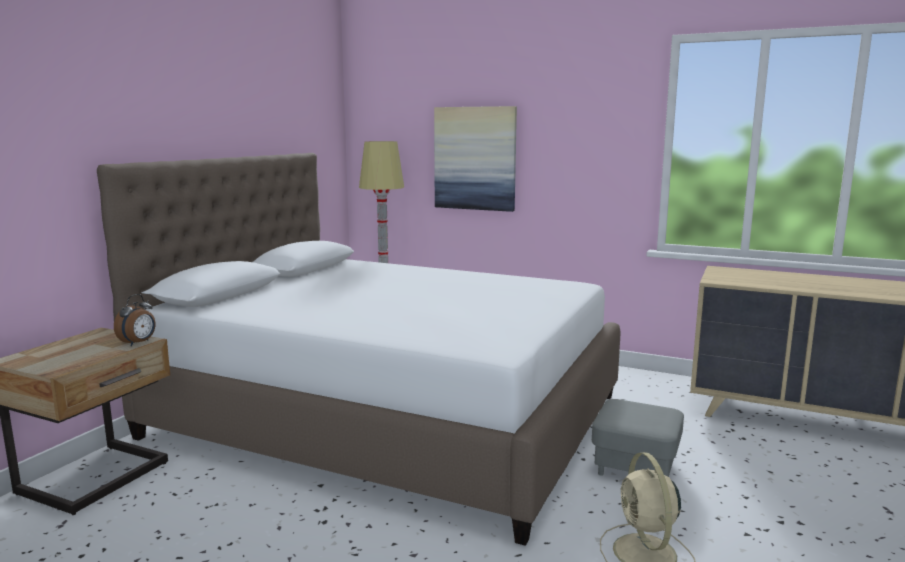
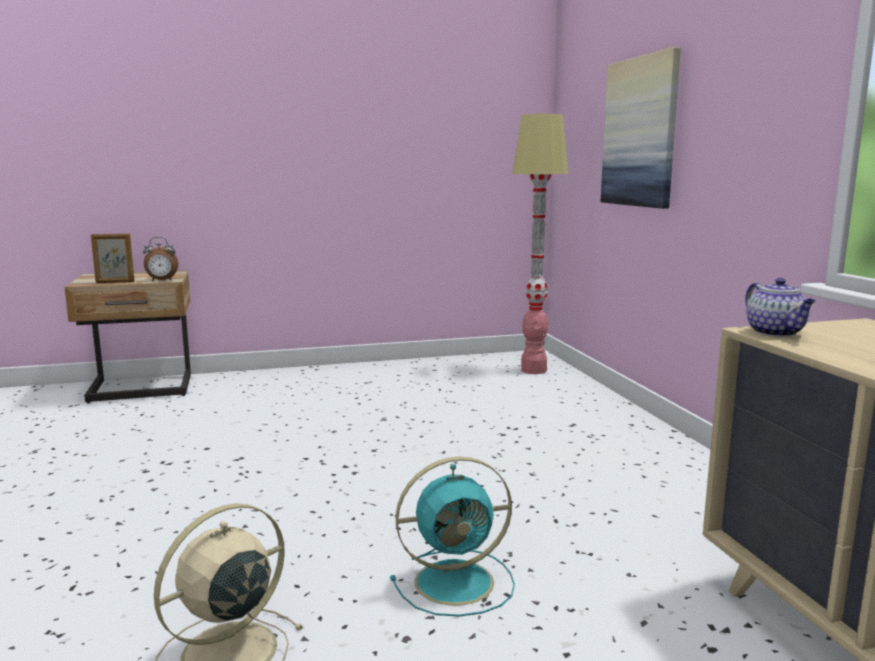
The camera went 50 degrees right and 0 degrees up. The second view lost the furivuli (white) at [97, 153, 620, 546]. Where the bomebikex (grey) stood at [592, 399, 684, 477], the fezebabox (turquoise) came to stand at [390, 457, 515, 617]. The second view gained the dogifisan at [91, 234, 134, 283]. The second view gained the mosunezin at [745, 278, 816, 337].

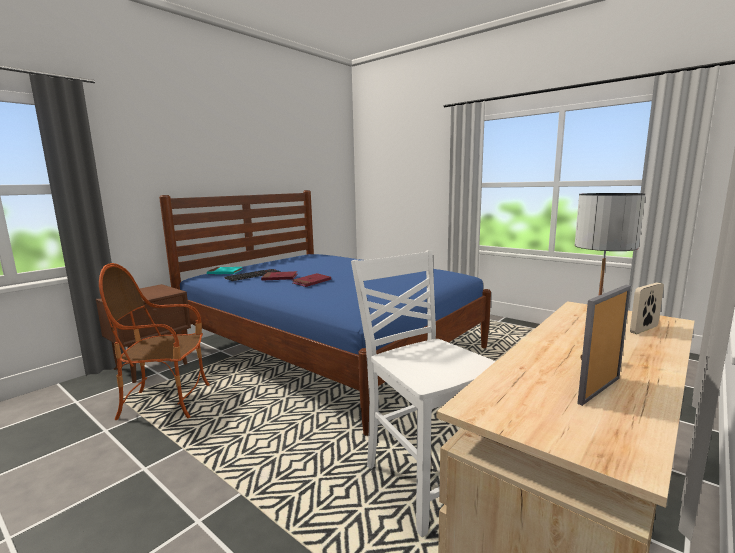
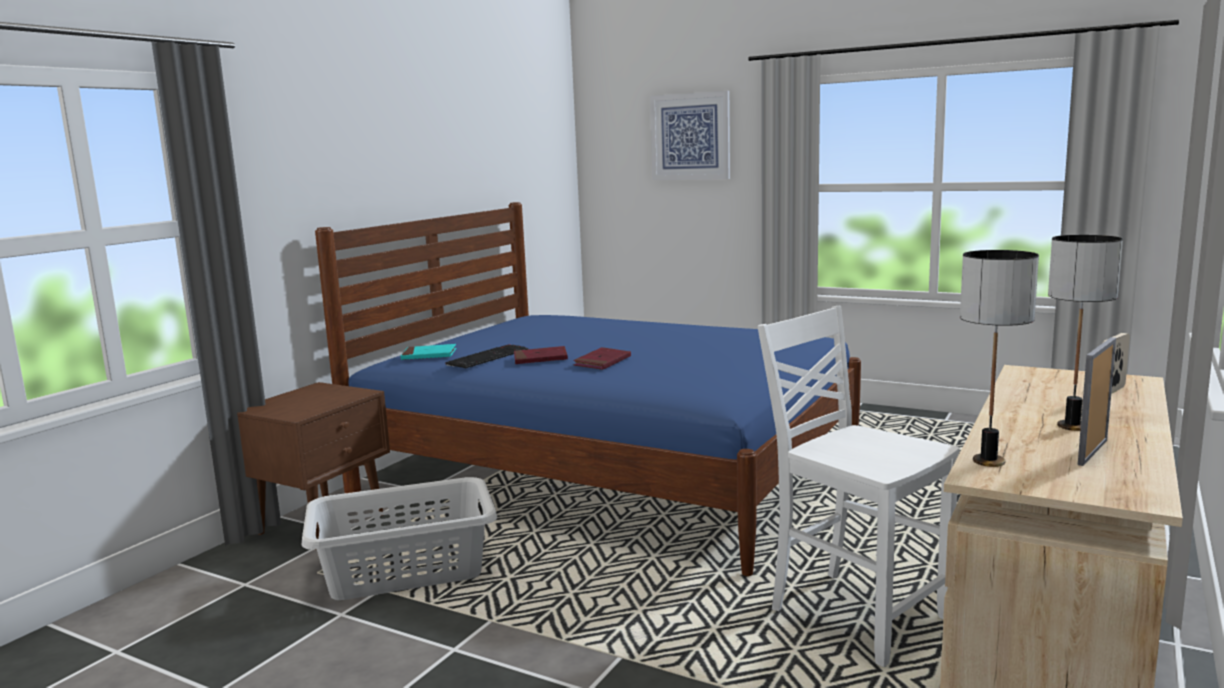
The camera went 10 degrees left and 0 degrees up. Where the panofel stood at [99, 263, 210, 420], the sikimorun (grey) came to stand at [301, 477, 497, 600]. The second view gained the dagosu at [650, 91, 730, 180]. The second view gained the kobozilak at [960, 250, 1039, 467].

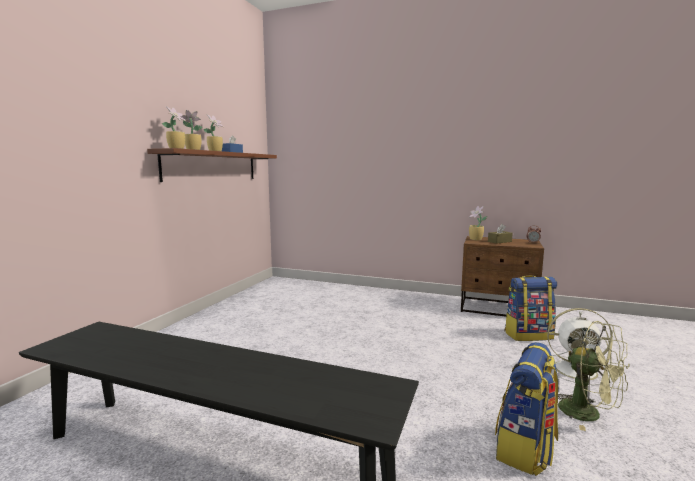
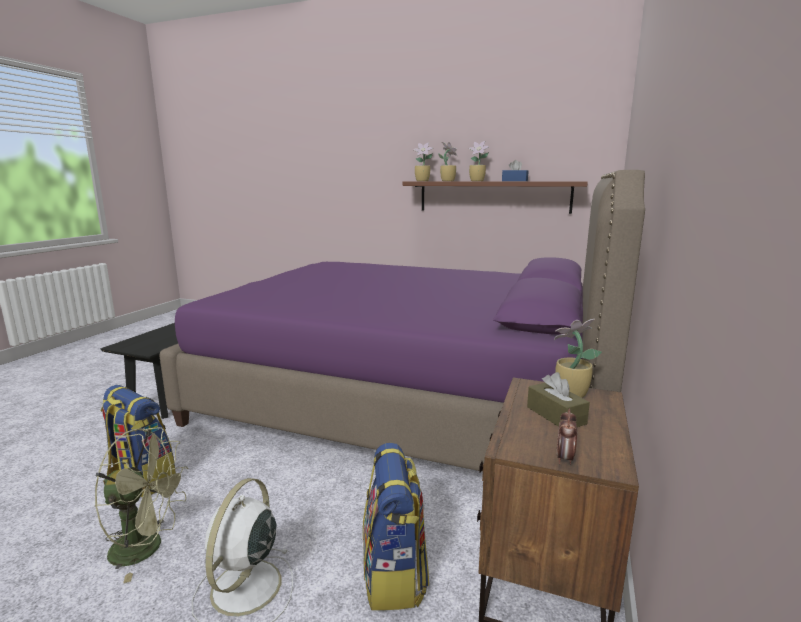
The camera went 90 degrees right and 5 degrees up. The fezebabox (green) at [558, 321, 630, 431] ended up facing another way, 135 degrees counterclockwise from before. The second view gained the furivuli (purple) at [159, 170, 645, 472].

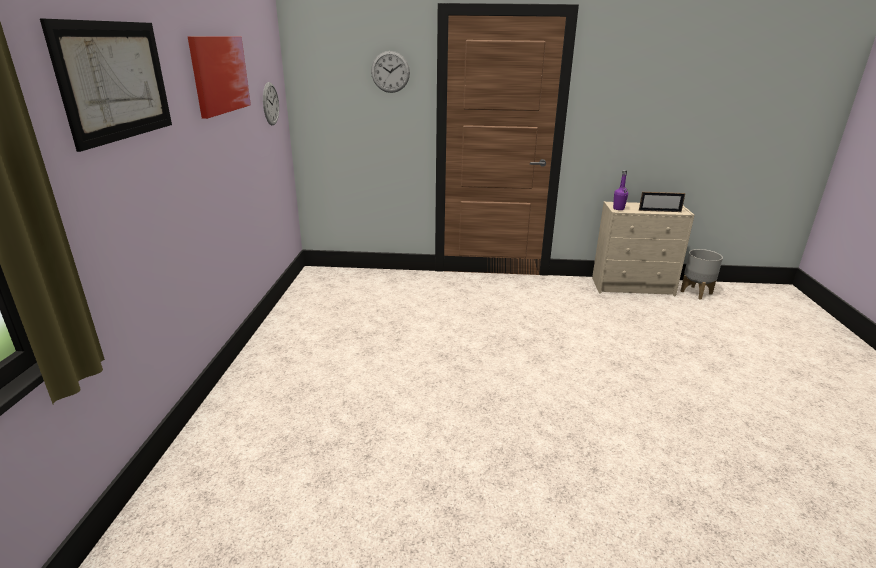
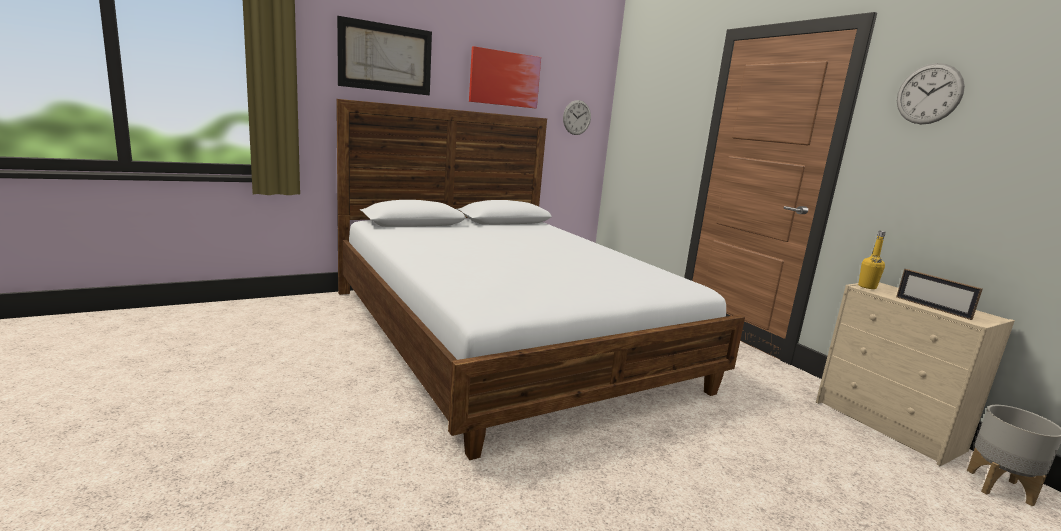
The camera went 55 degrees right and 10 degrees down. The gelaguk ended up elsewhere, having gone from [371, 51, 410, 93] to [897, 63, 965, 124]. What was the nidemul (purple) at [613, 170, 628, 210] turned into the nidemul (yellow) at [858, 231, 886, 289]. The second view gained the furivuli at [336, 99, 745, 460].

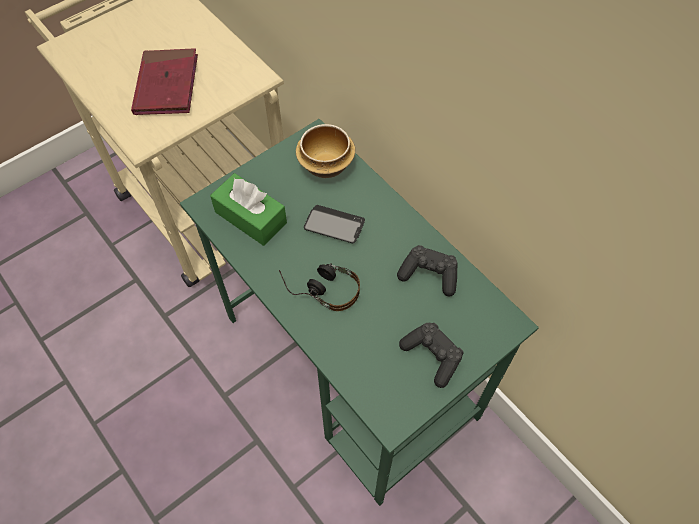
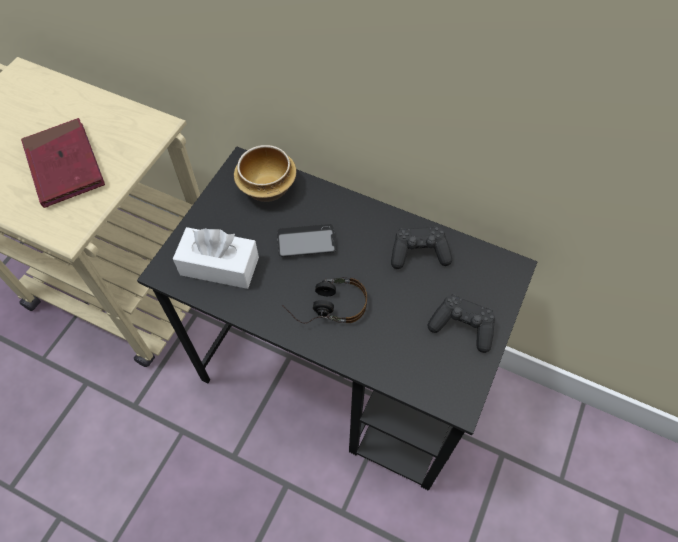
The camera went 25 degrees left and 0 degrees up. What was the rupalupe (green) at [180, 119, 539, 506] turned into the rupalupe (black) at [137, 147, 537, 491]. What was the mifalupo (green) at [210, 173, 287, 246] turned into the mifalupo (white) at [173, 227, 259, 289].

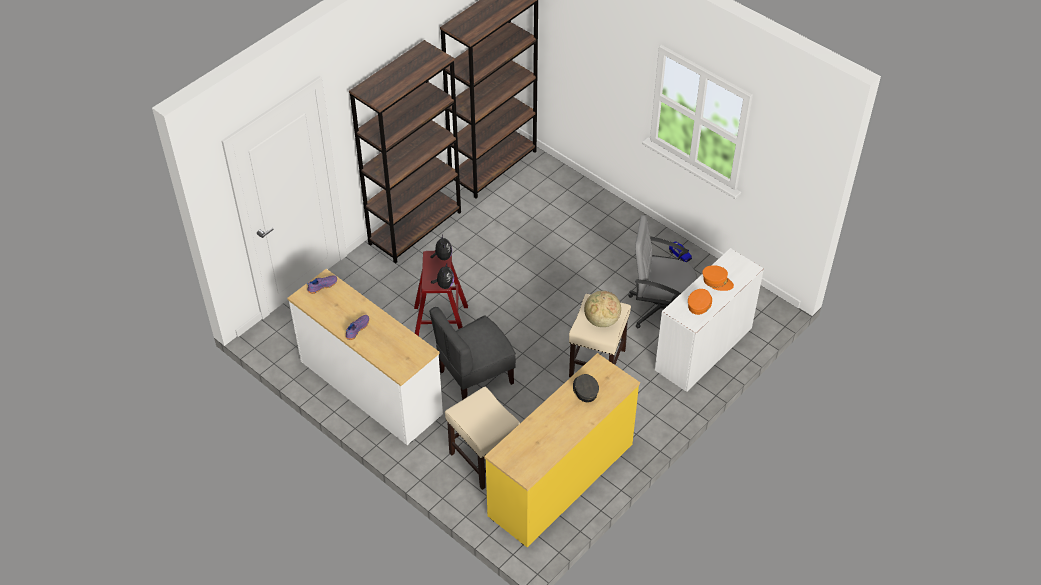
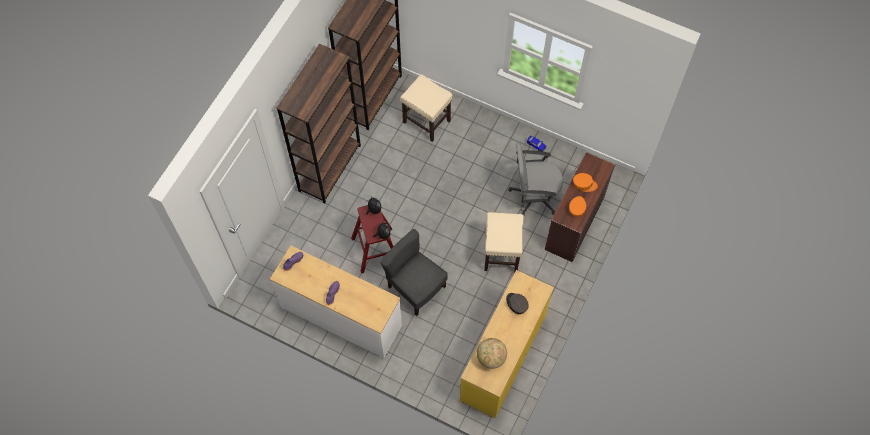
The camera went 15 degrees left and 15 degrees up. The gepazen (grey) at [429, 307, 516, 400] ended up facing another way, 90 degrees clockwise from before. The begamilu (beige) ended up elsewhere, having gone from [445, 387, 520, 490] to [400, 74, 453, 142]. The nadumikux ended up elsewhere, having gone from [584, 291, 621, 327] to [477, 338, 507, 369]. What was the rupalupe (white) at [655, 248, 764, 392] turned into the rupalupe (brown) at [545, 152, 615, 262].

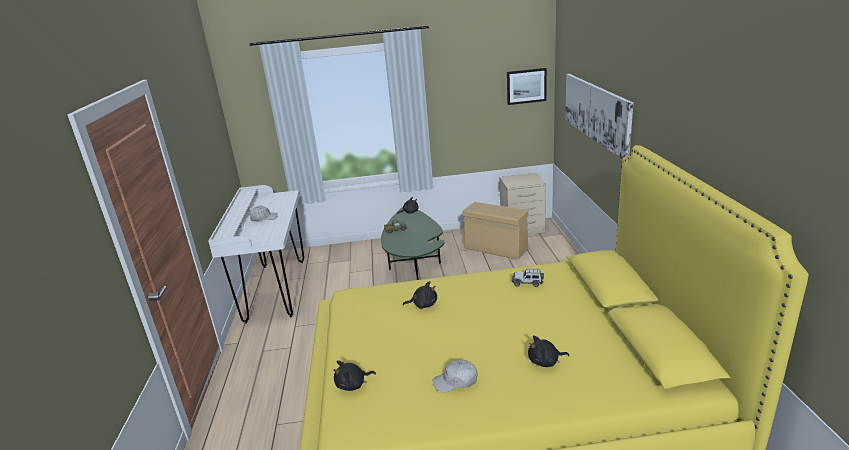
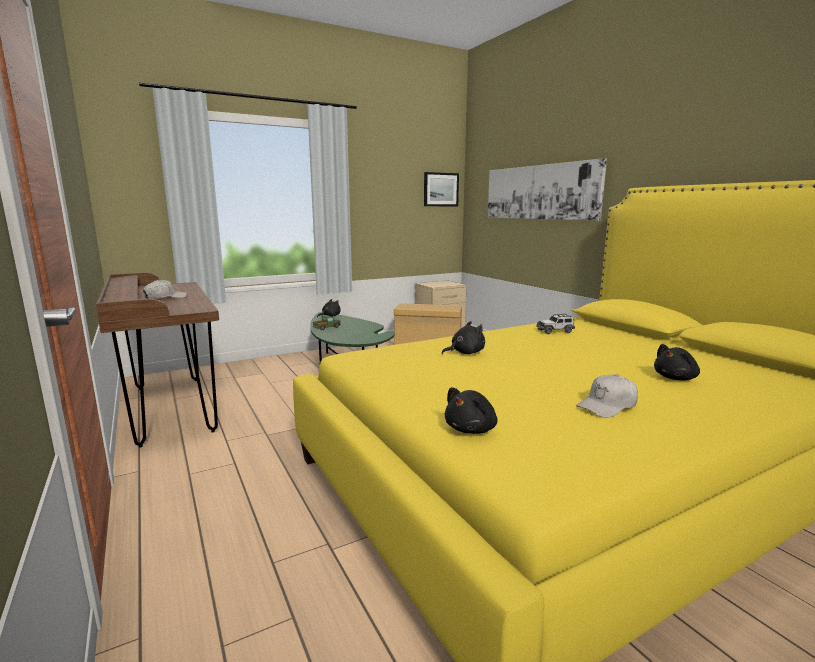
The camera went 25 degrees left and 10 degrees down. What was the rupalupe (white) at [208, 185, 304, 323] turned into the rupalupe (brown) at [96, 272, 219, 448].

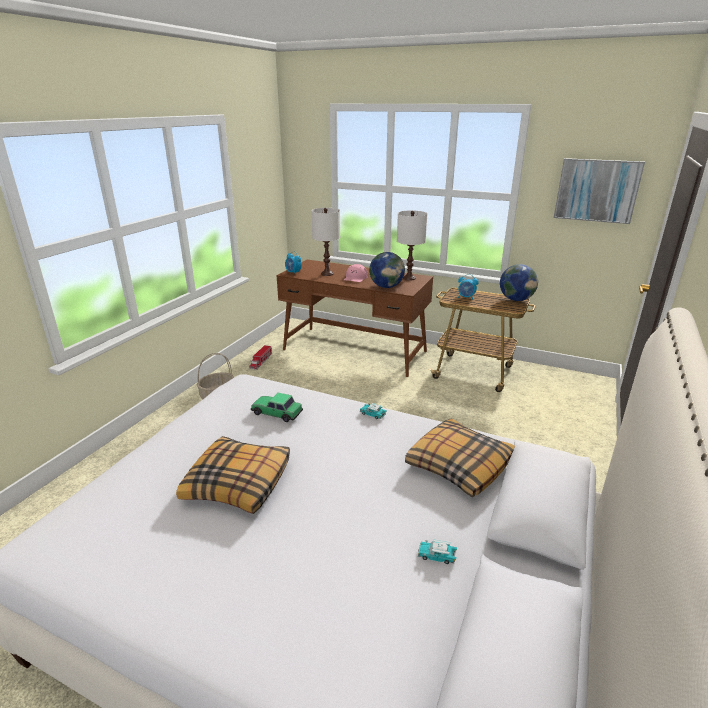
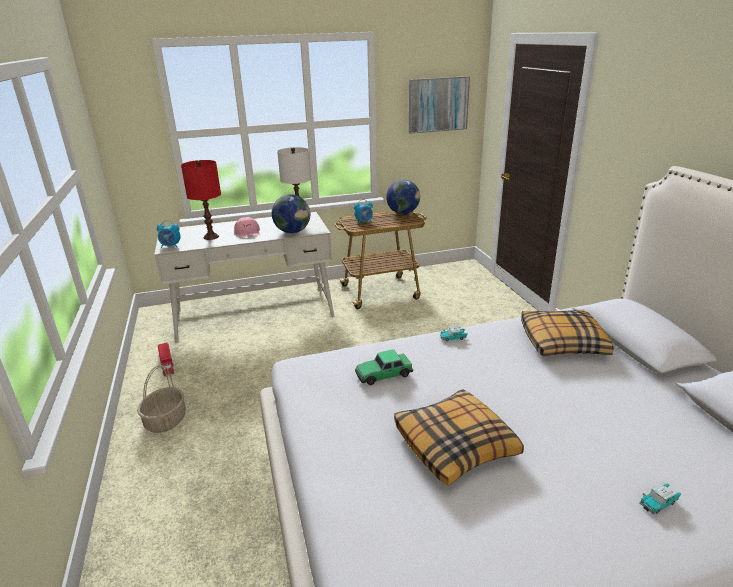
The camera went 40 degrees left and 0 degrees up. What was the rupalupe (brown) at [277, 259, 433, 377] turned into the rupalupe (white) at [154, 212, 335, 343]. What was the kobozilak (white) at [311, 208, 340, 276] turned into the kobozilak (red) at [181, 160, 221, 240]. The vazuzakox ended up elsewhere, having gone from [418, 539, 457, 564] to [640, 482, 681, 514].

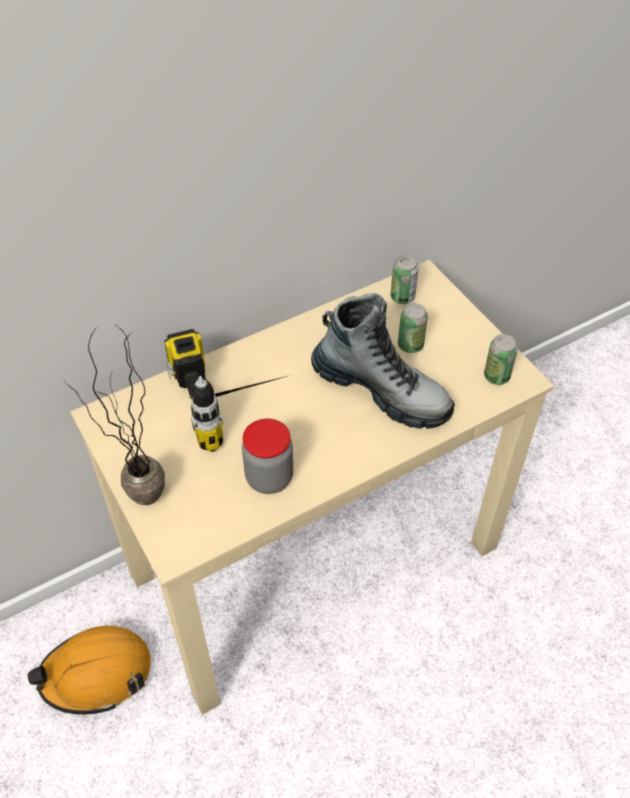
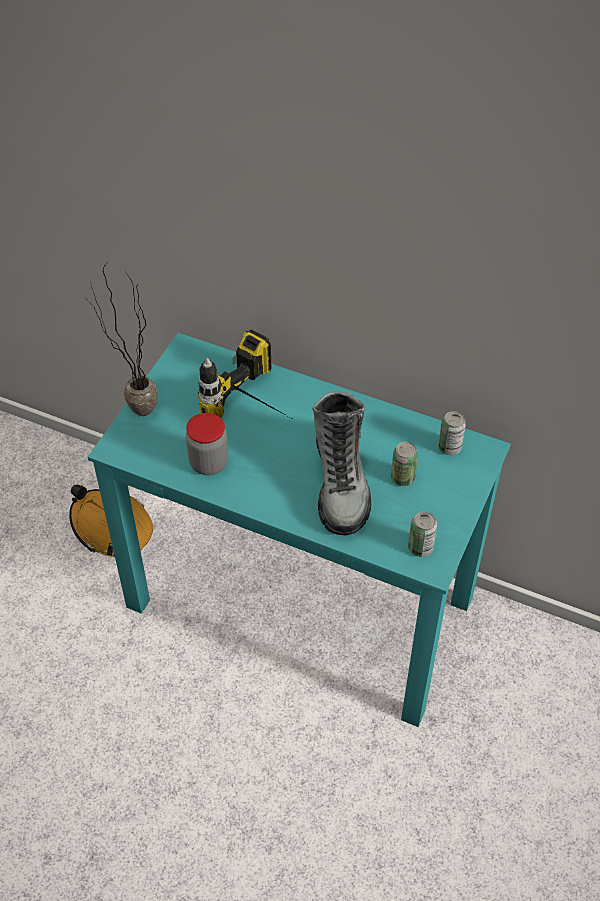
The camera went 55 degrees right and 0 degrees up. What was the rupalupe (beige) at [70, 260, 554, 715] turned into the rupalupe (turquoise) at [88, 333, 510, 727].

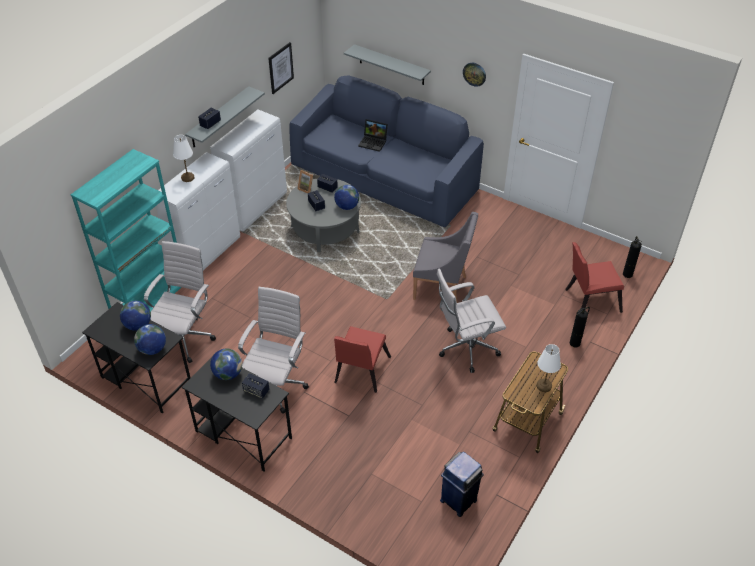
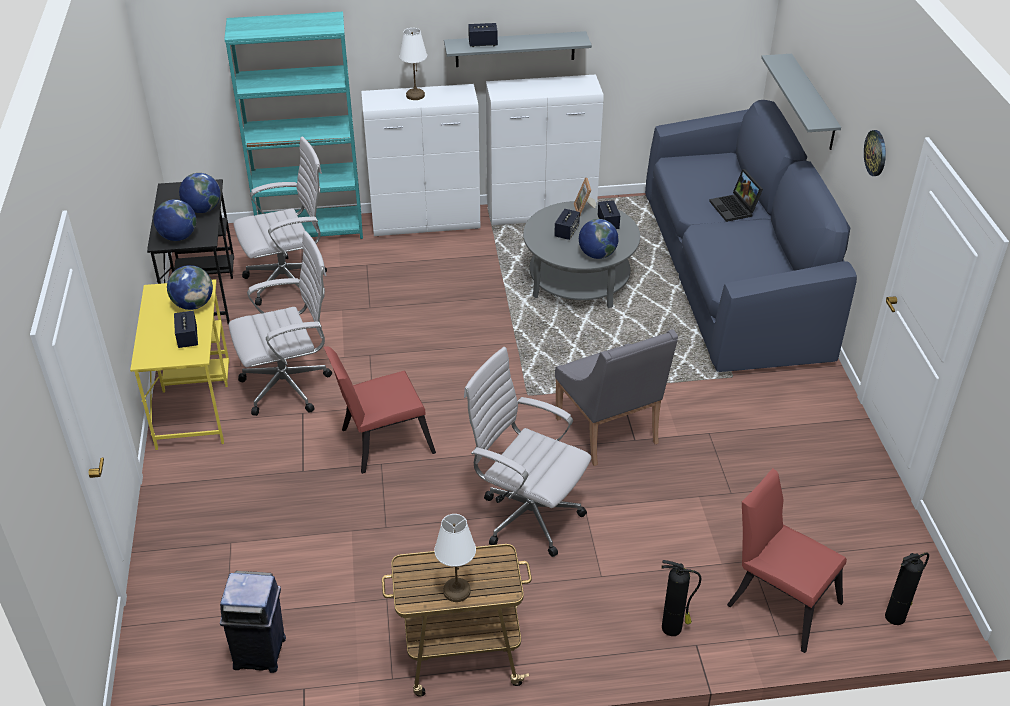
The camera went 50 degrees right and 5 degrees down. What was the rupalupe (black) at [182, 356, 292, 471] turned into the rupalupe (yellow) at [130, 279, 229, 450]. The second view lost the dagosu at [268, 42, 294, 94].

